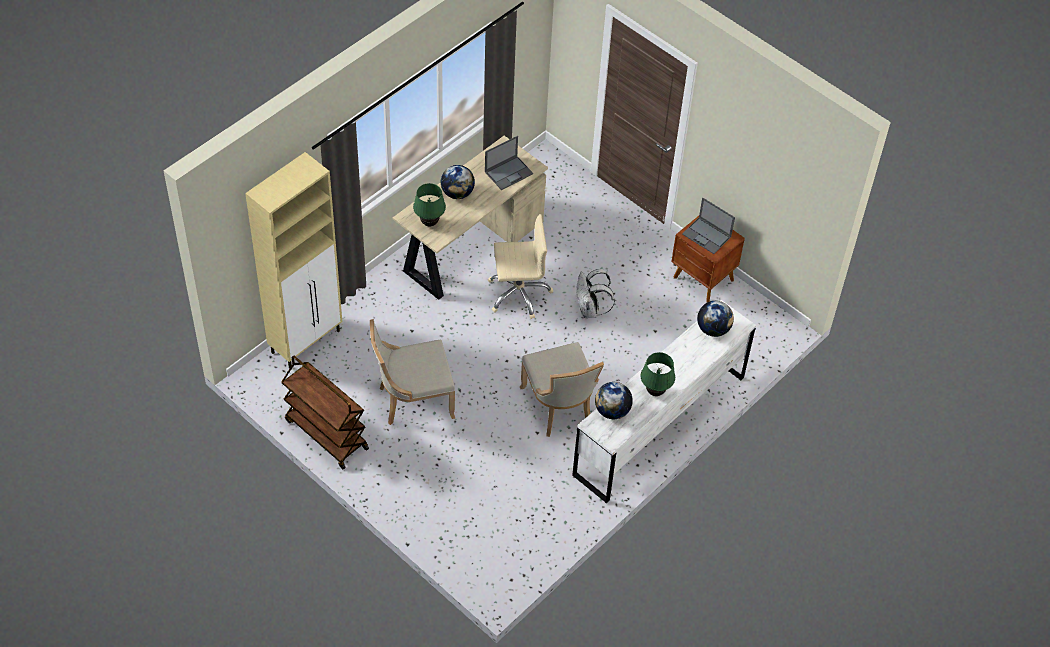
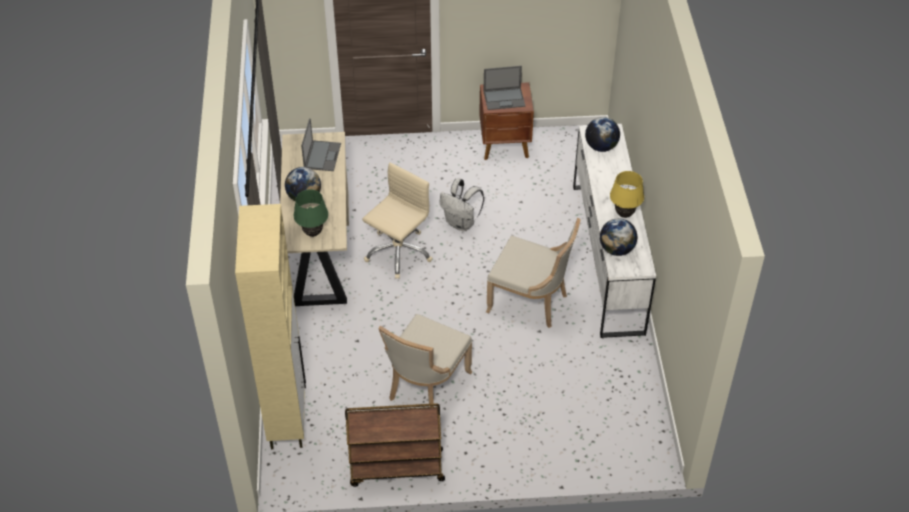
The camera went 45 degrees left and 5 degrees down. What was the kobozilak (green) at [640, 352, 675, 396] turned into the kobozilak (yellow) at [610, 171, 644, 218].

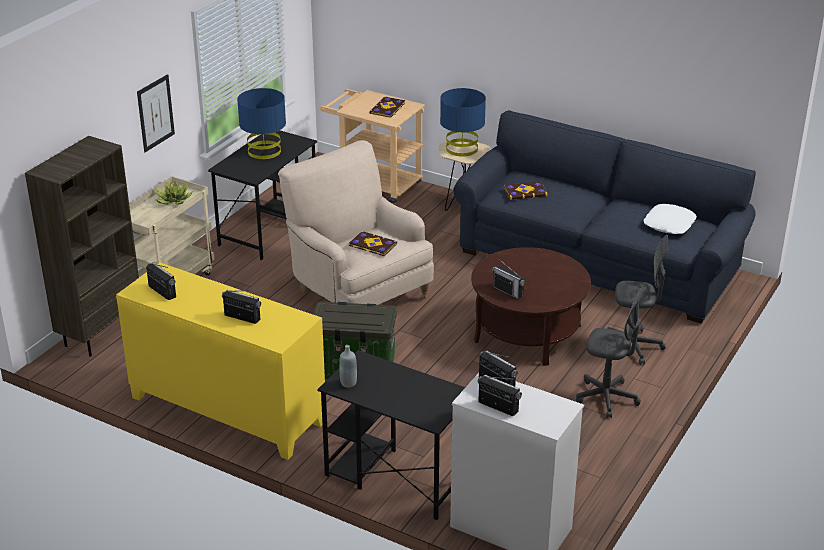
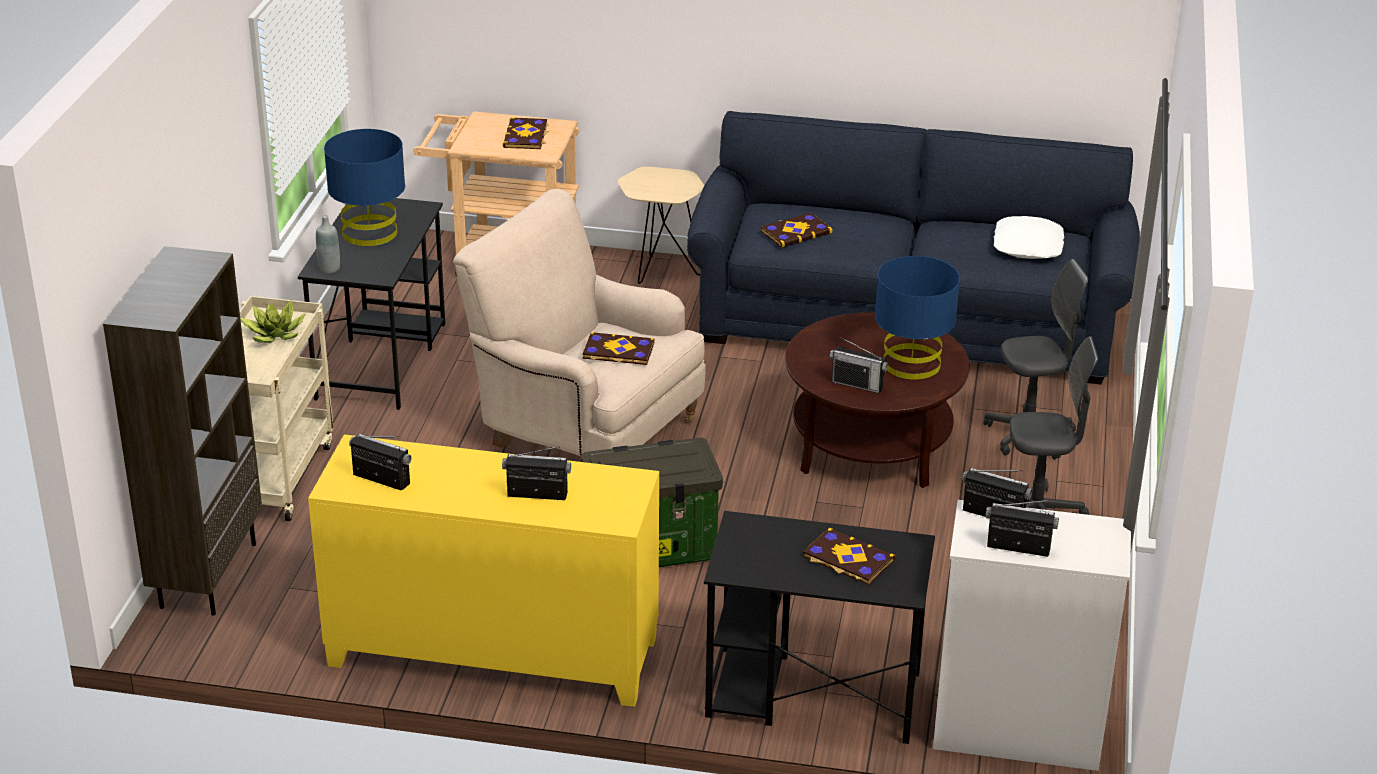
The camera went 20 degrees left and 0 degrees up. The second view lost the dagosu at [137, 74, 175, 152]. The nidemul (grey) ended up elsewhere, having gone from [339, 345, 357, 388] to [316, 215, 340, 273]. The kobozilak (blue) ended up elsewhere, having gone from [440, 88, 486, 157] to [875, 256, 960, 380]. The second view gained the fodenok at [803, 528, 895, 585].

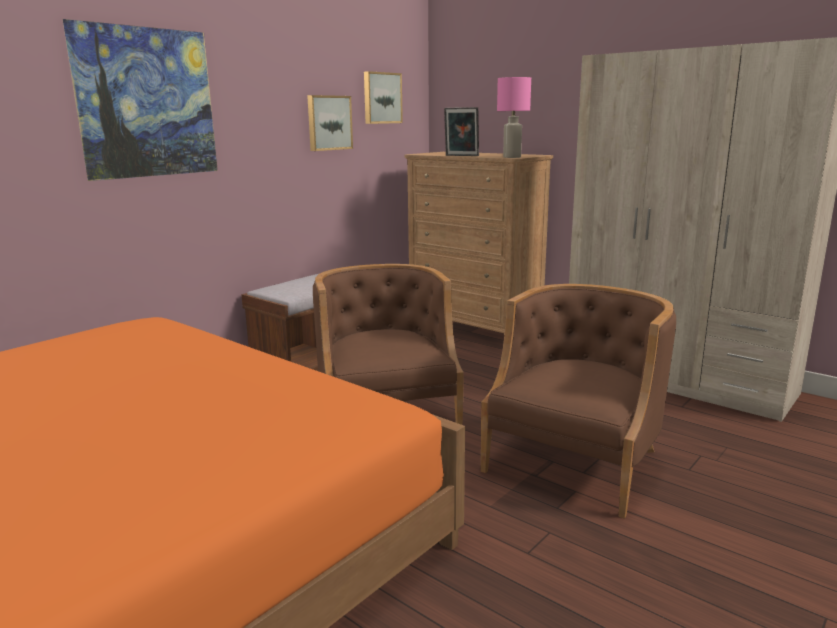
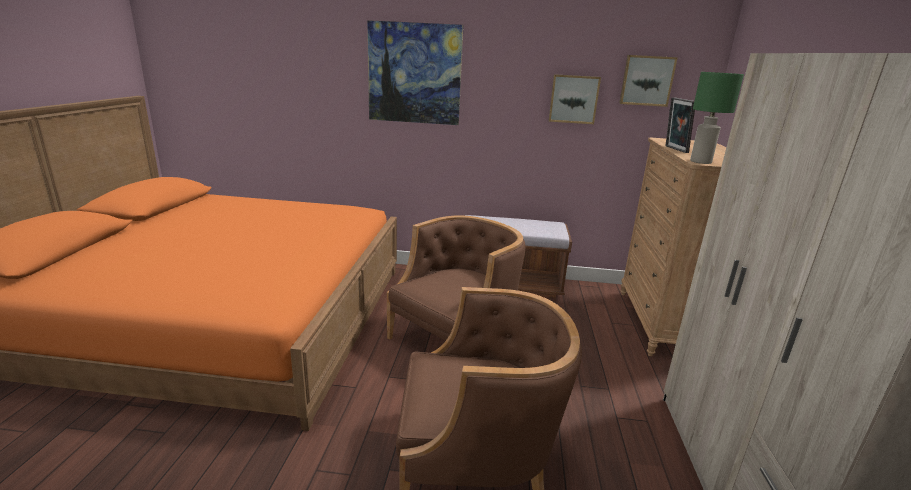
The camera went 55 degrees right and 5 degrees up. What was the kobozilak (pink) at [497, 77, 531, 158] turned into the kobozilak (green) at [690, 72, 744, 164].

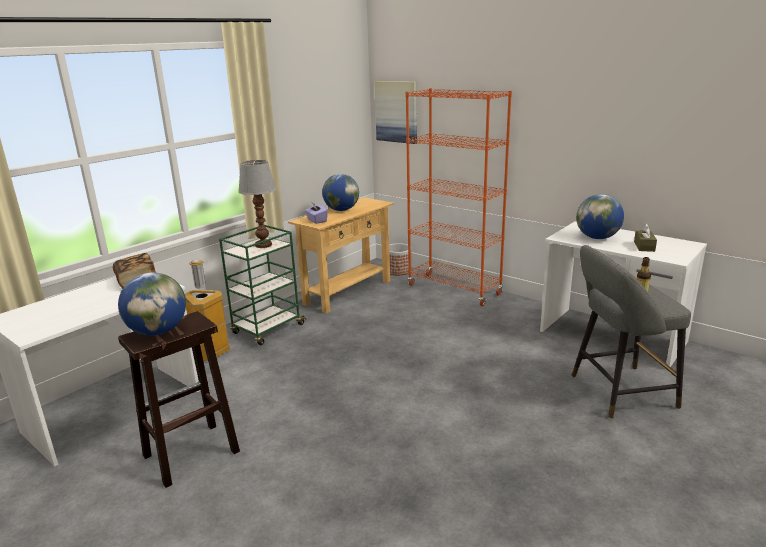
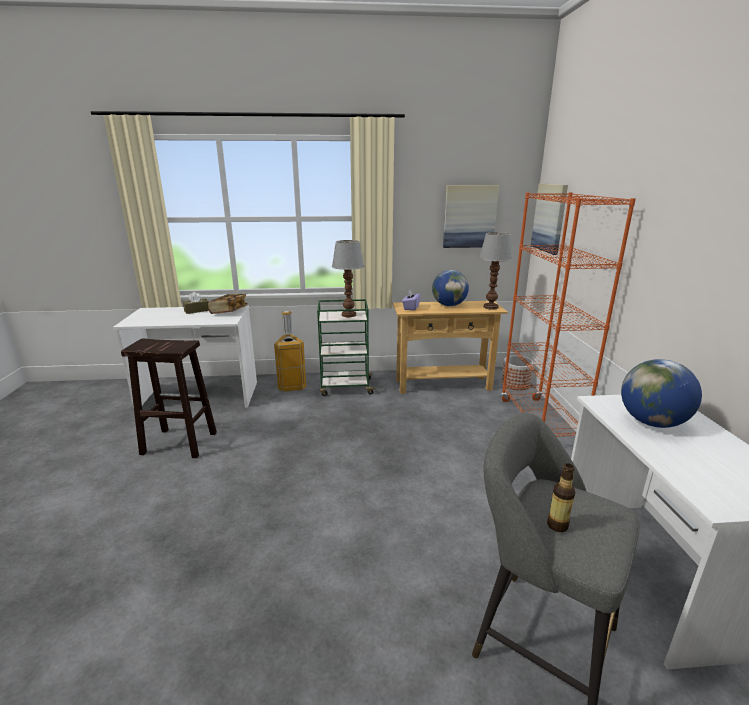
The camera went 45 degrees right and 0 degrees up. The second view lost the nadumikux at [118, 272, 186, 336]. The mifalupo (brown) ended up elsewhere, having gone from [634, 223, 657, 252] to [183, 292, 209, 314]. The second view gained the dagosu at [443, 185, 499, 248]. The second view gained the kobozilak at [479, 232, 513, 310].

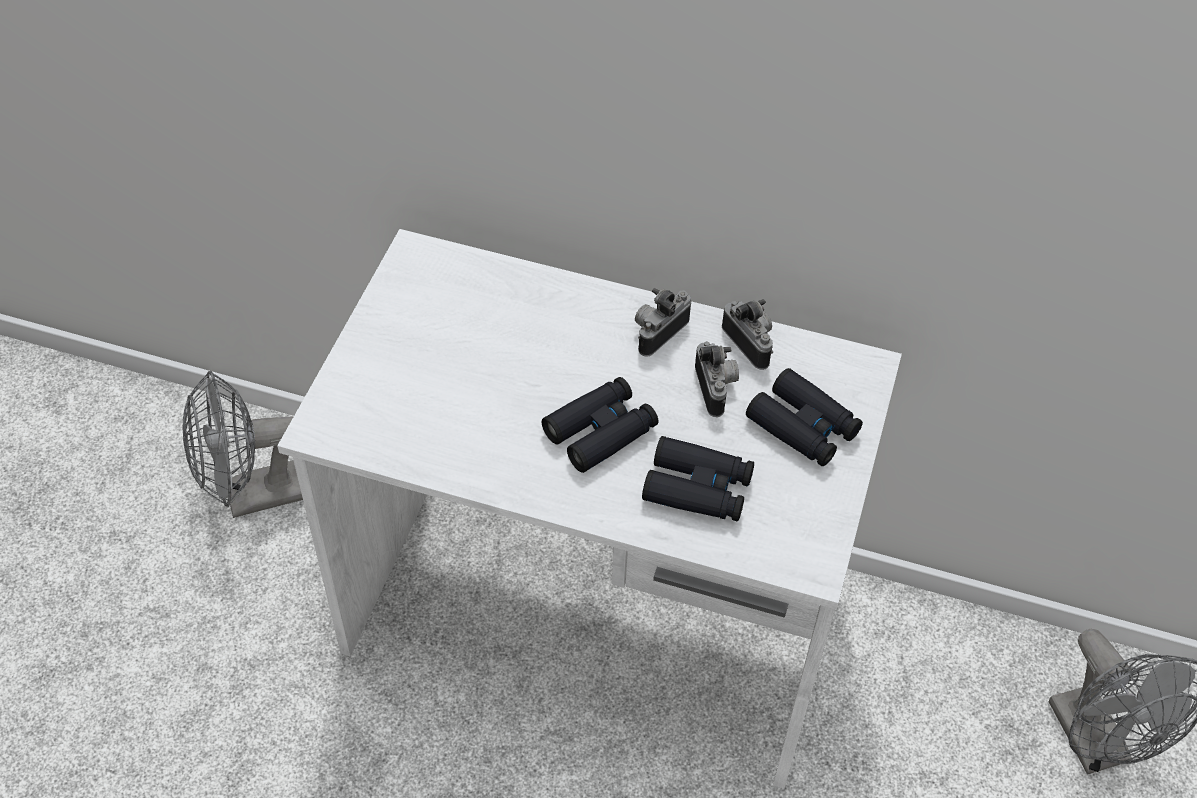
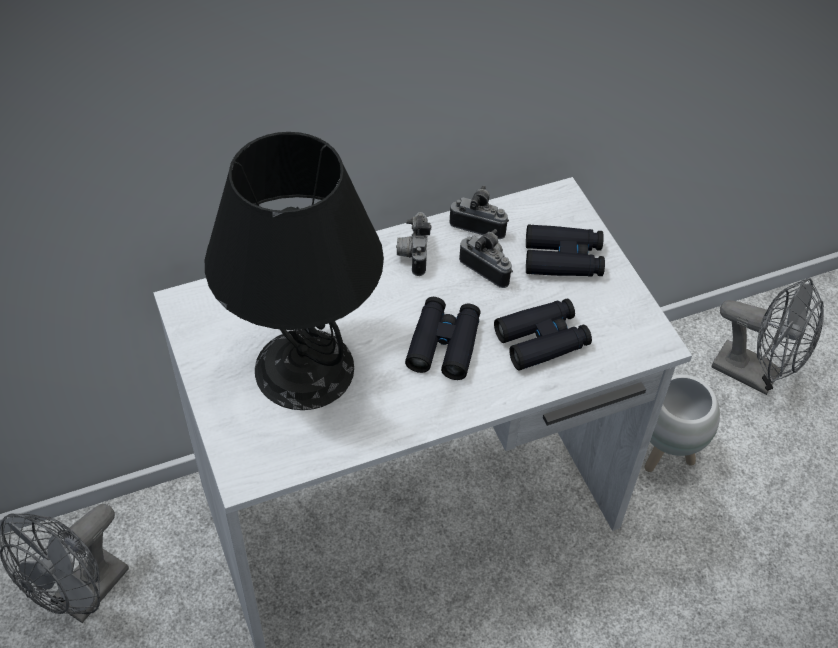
The camera went 40 degrees left and 0 degrees up. The second view gained the kobozilak (black) at [205, 132, 384, 410]. The second view gained the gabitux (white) at [644, 374, 720, 472].

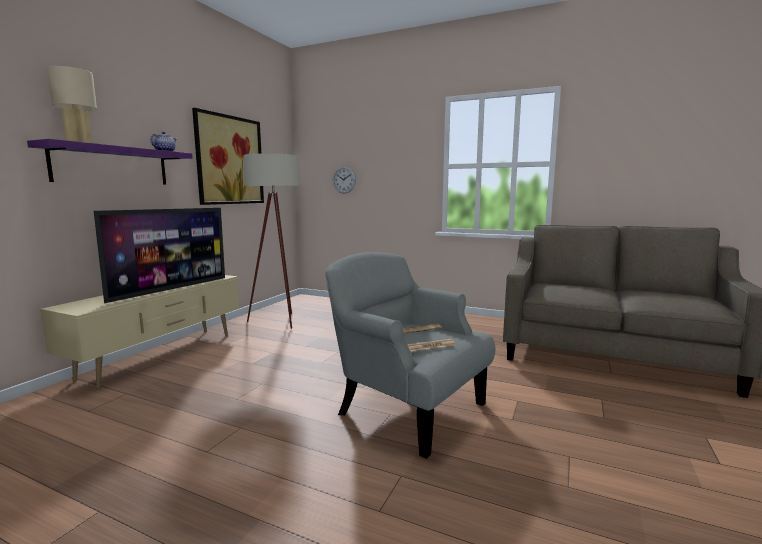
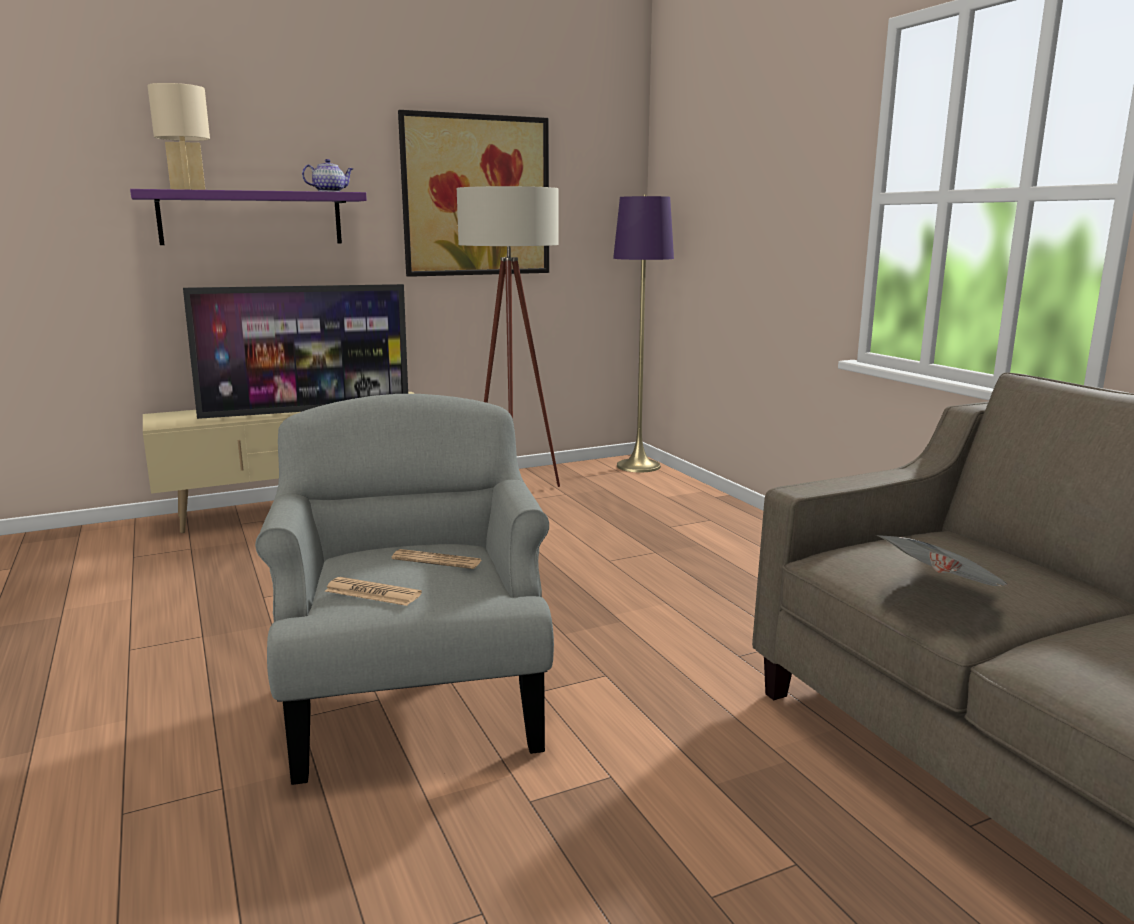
The camera went 40 degrees right and 5 degrees up. The second view lost the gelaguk at [333, 166, 356, 194]. The second view gained the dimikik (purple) at [613, 195, 674, 472]. The second view gained the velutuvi at [876, 535, 1008, 587].

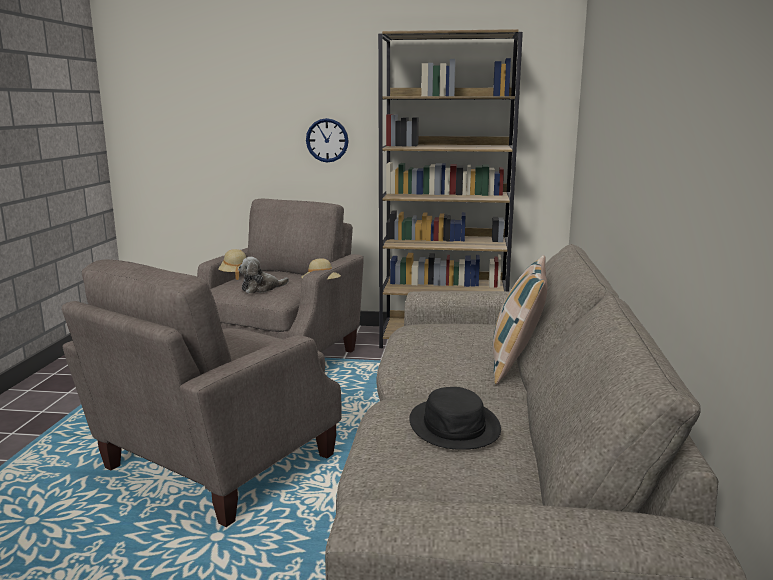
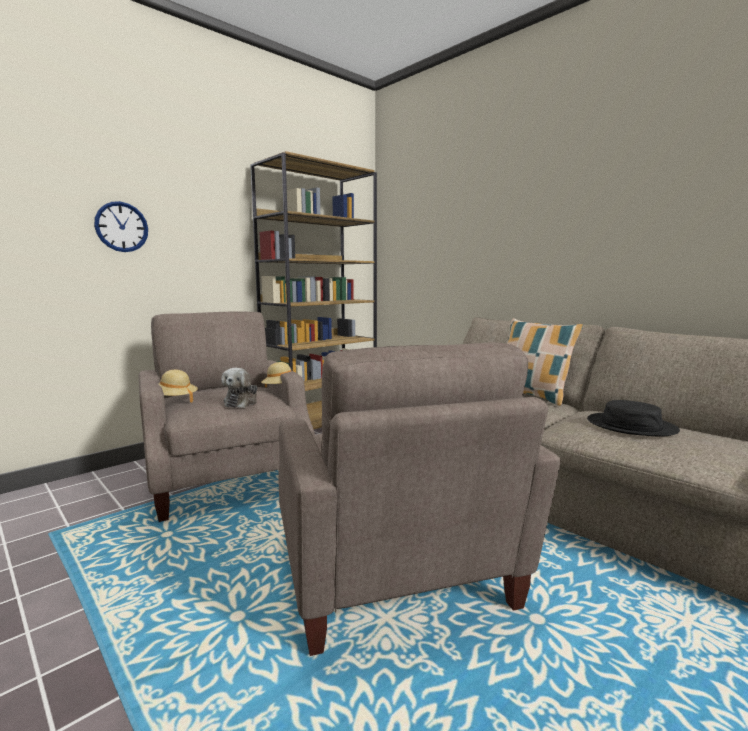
The camera went 50 degrees left and 5 degrees down. The gelaguk ended up elsewhere, having gone from [306, 118, 349, 163] to [94, 201, 148, 252].

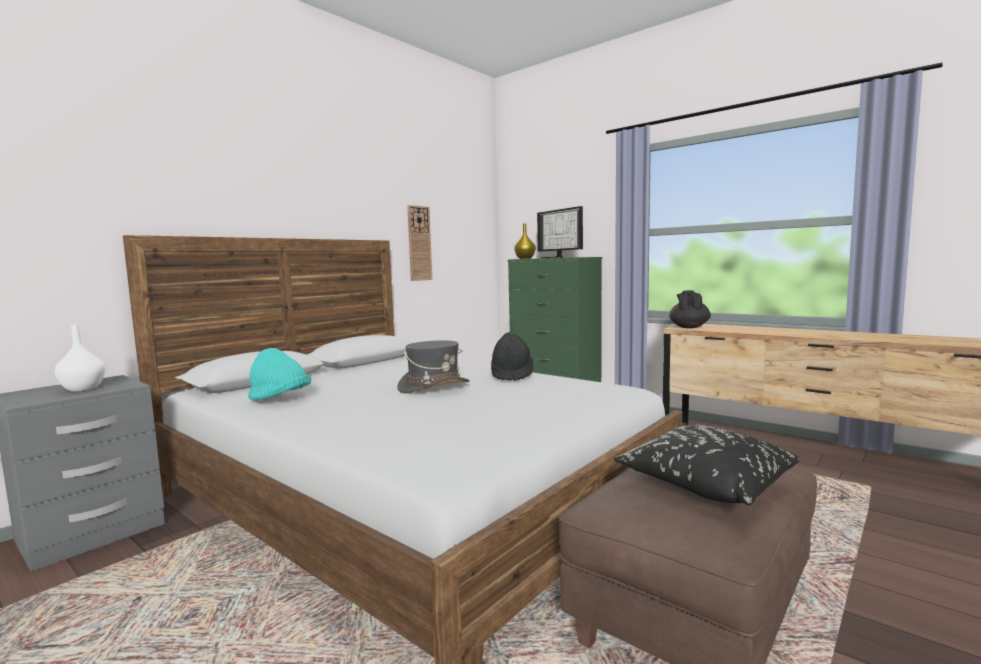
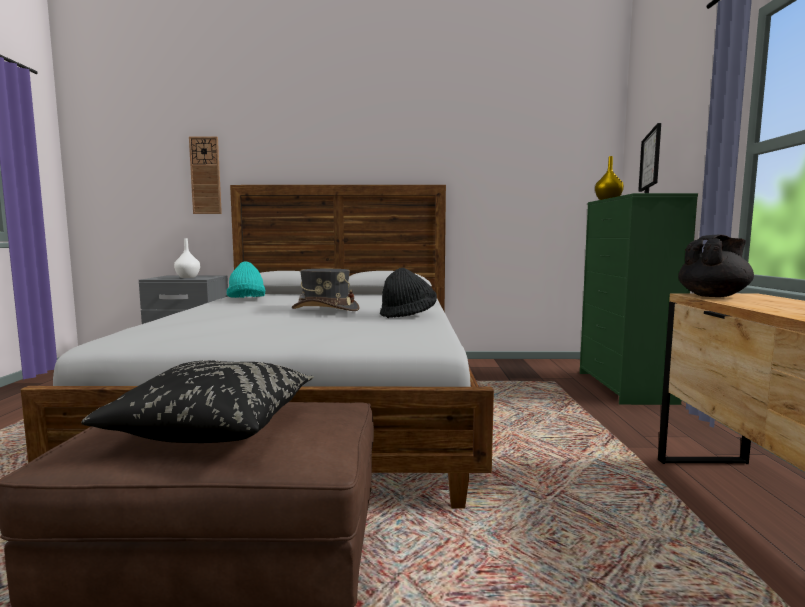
The camera went 50 degrees right and 0 degrees up. The gelaguk ended up elsewhere, having gone from [407, 205, 432, 281] to [189, 137, 222, 214].

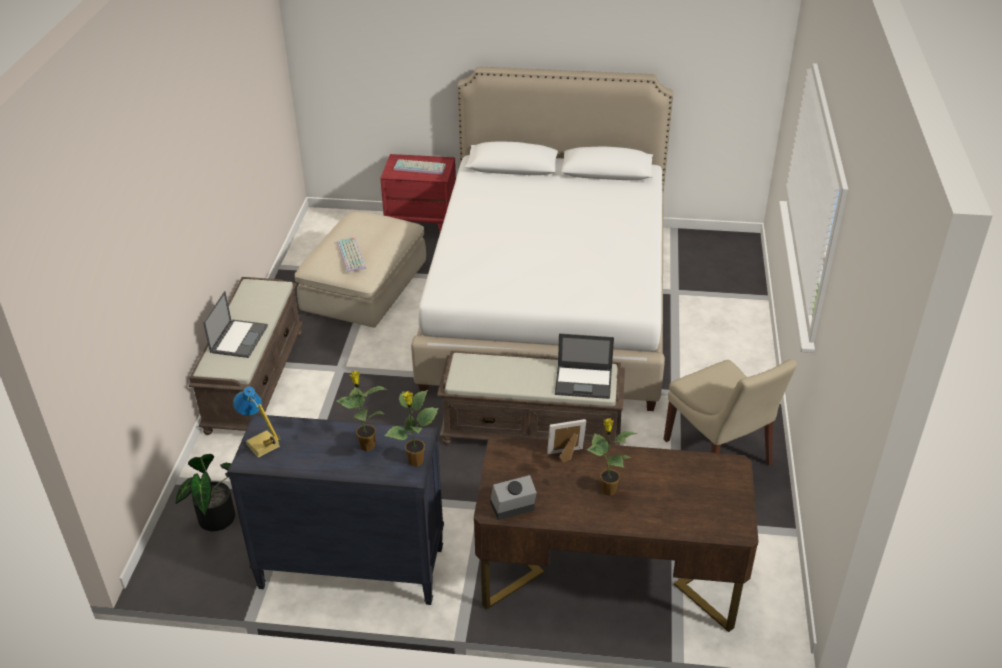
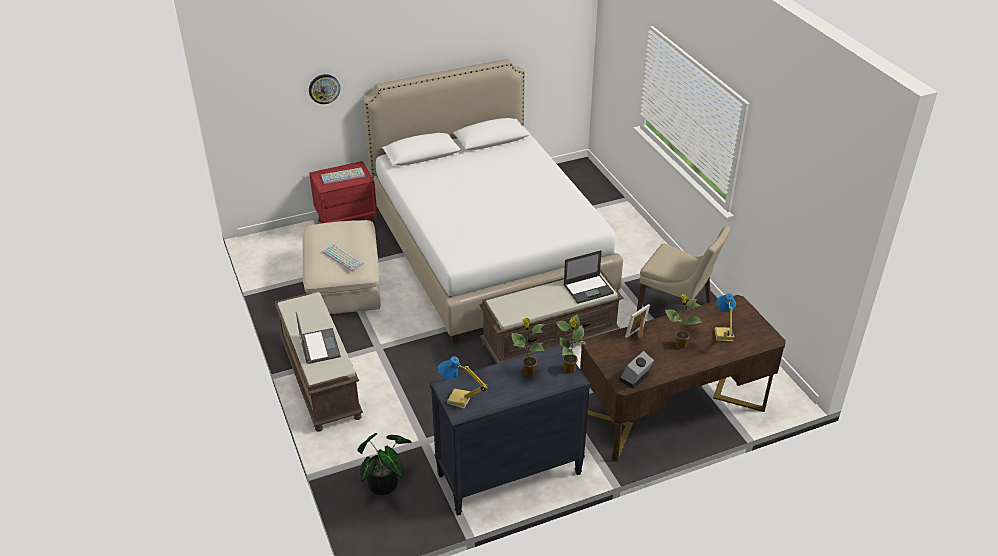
The camera went 30 degrees left and 0 degrees up. The second view gained the gelaguk at [309, 74, 340, 104]. The second view gained the kobozilak at [714, 293, 736, 341].

